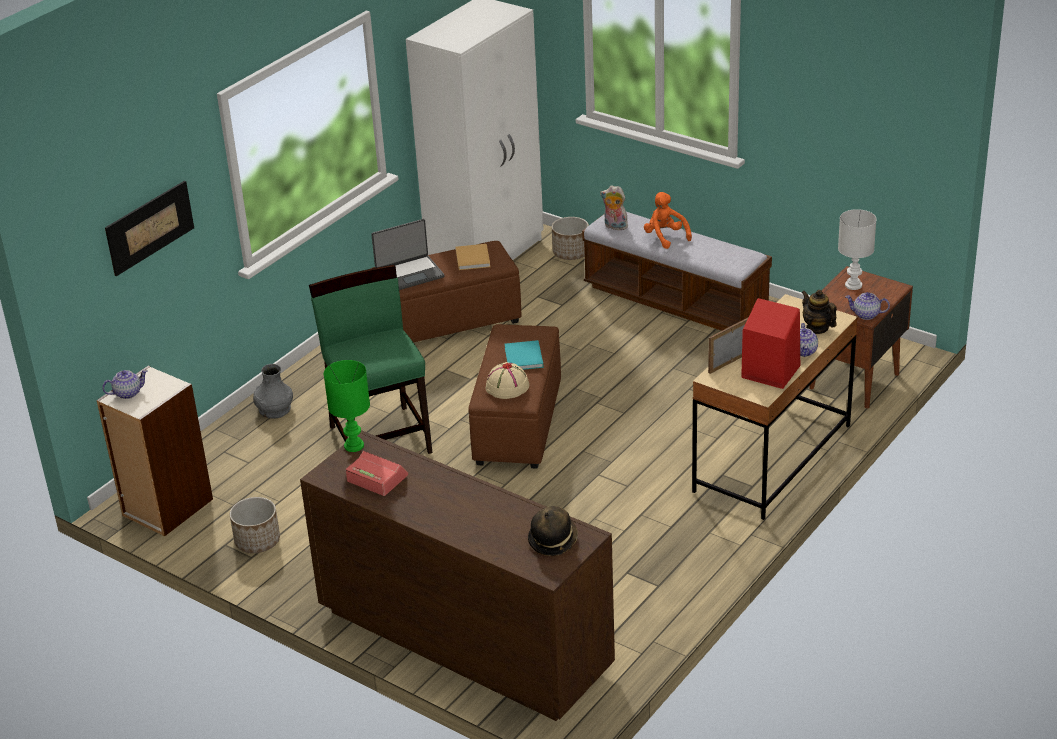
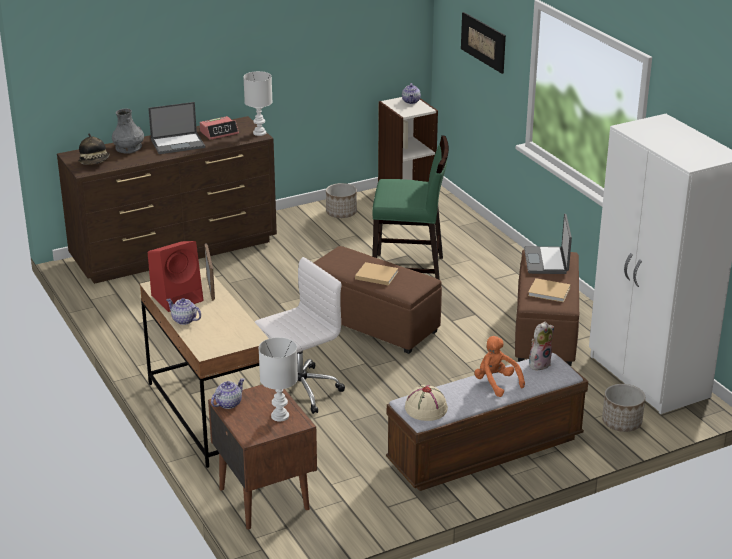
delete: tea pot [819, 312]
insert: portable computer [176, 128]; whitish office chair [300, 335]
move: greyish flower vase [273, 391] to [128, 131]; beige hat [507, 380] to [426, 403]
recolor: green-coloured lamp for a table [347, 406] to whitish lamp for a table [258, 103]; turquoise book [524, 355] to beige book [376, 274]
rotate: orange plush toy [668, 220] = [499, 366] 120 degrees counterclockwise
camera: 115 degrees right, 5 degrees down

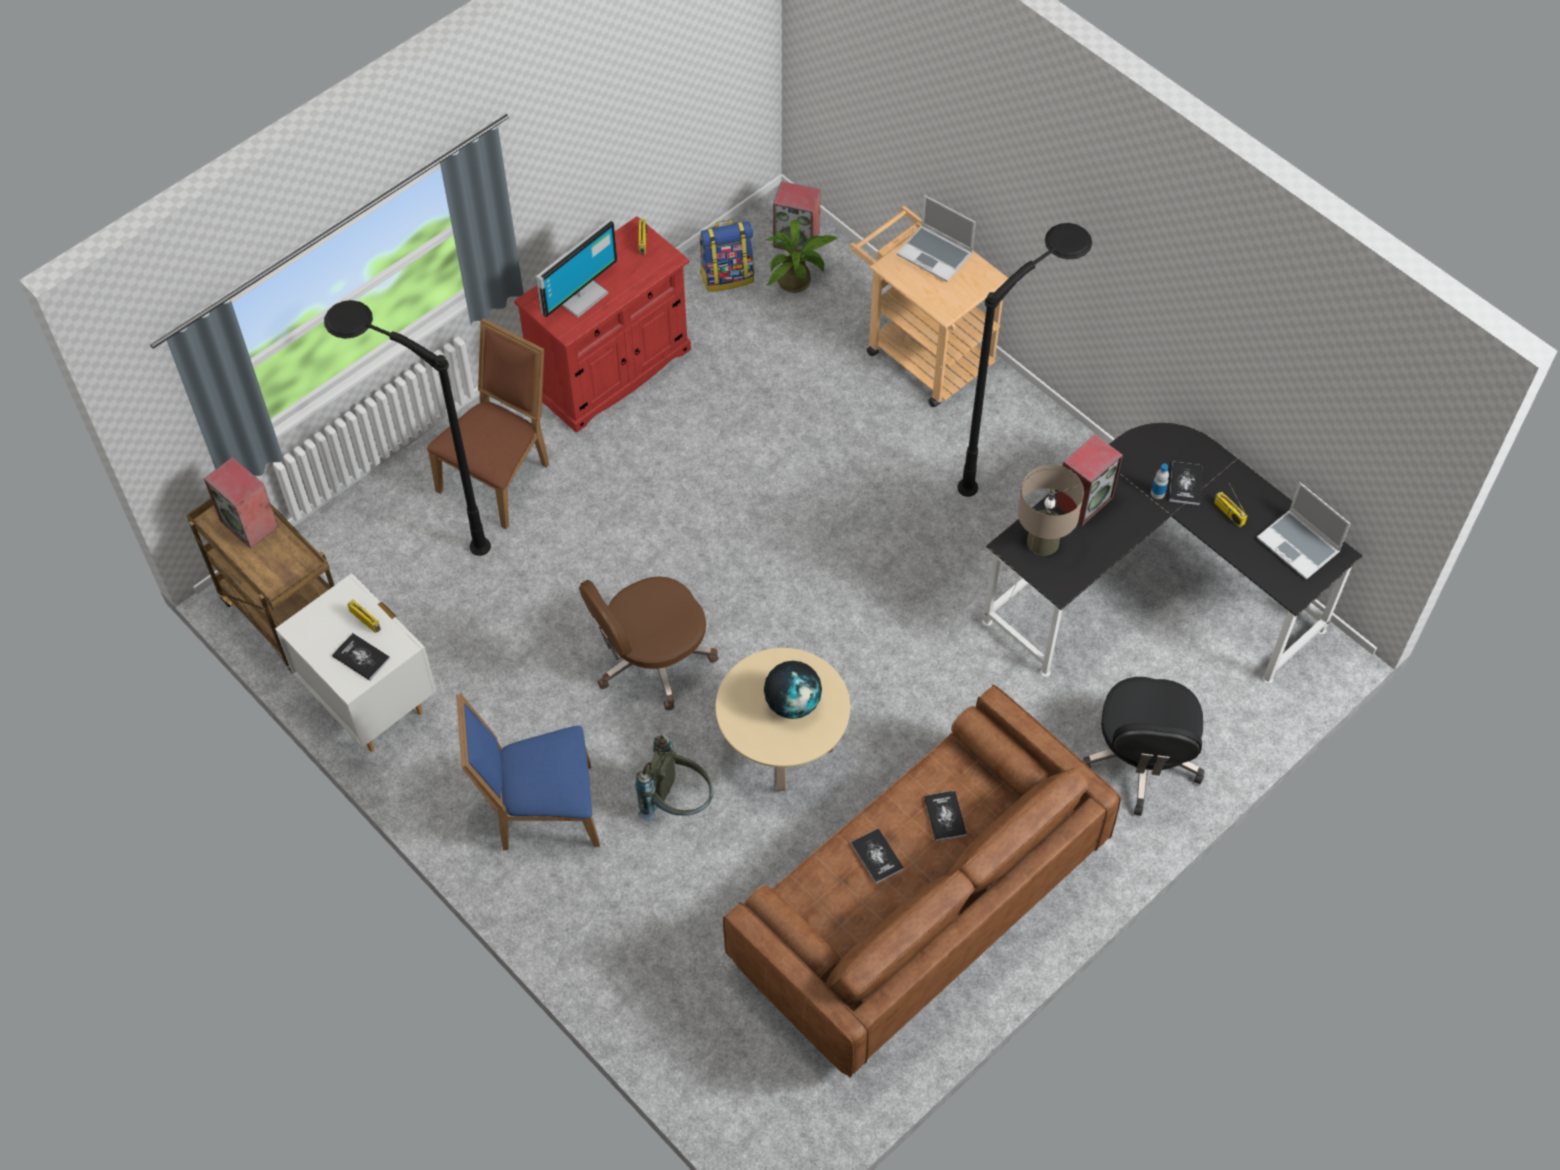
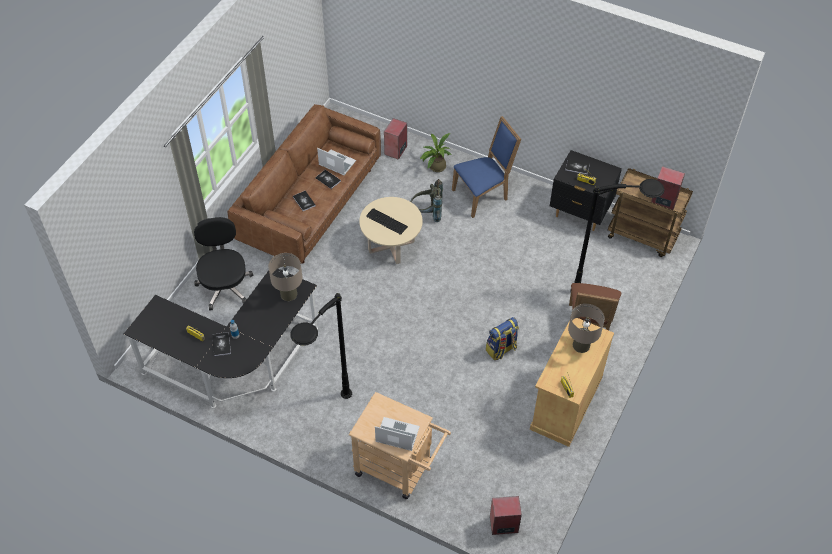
delete: brown-coloured office chair [648, 643]
move: knapsack [726, 256] to [502, 338]; potted plant [802, 256] to [436, 152]; audio speaker [1089, 480] to [395, 139]; portable computer [1304, 531] to [336, 161]
replace: computer display [577, 268] to beige lamp for a table [586, 328]; globe [793, 690] to PC keyboard [387, 221]
recolor: whitish nightstand [356, 662] to black nightstand [586, 190]; reddish cupboard [602, 324] to beige cupboard [572, 382]
camera: 160 degrees right, 5 degrees down

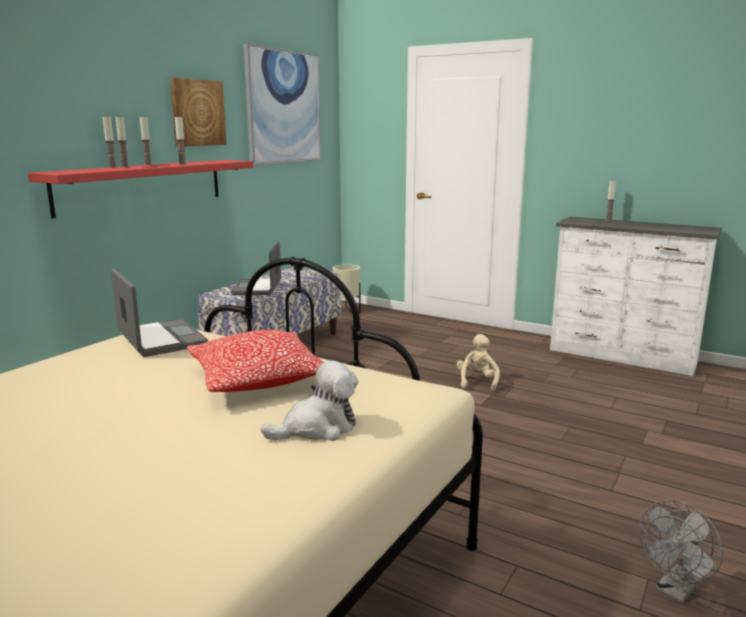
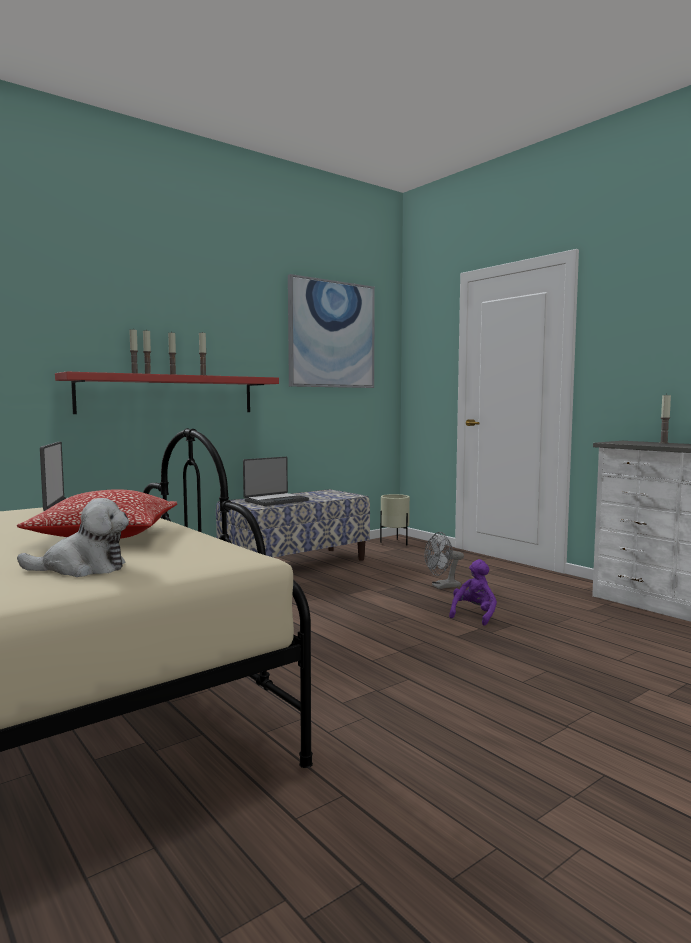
delete: picture [198, 112]
move: greyish cooling fan [681, 551] to [444, 560]
recolor: beige plush toy [478, 362] to purple plush toy [473, 592]
rotate: portable computer [256, 268] = [276, 481] 150 degrees counterclockwise
camera: 20 degrees right, 10 degrees down

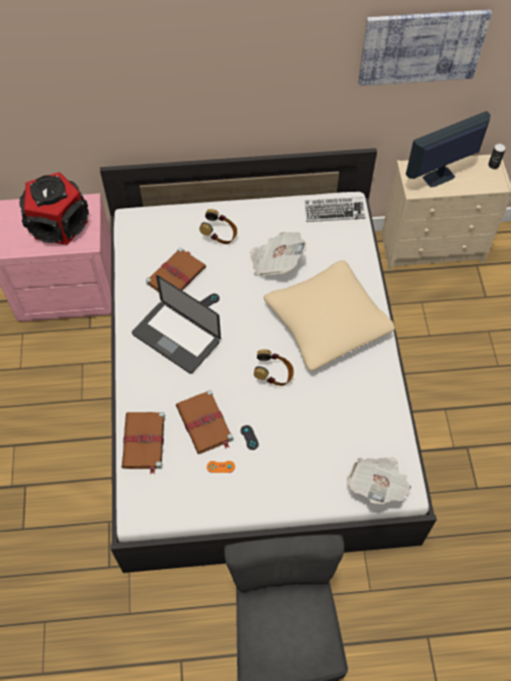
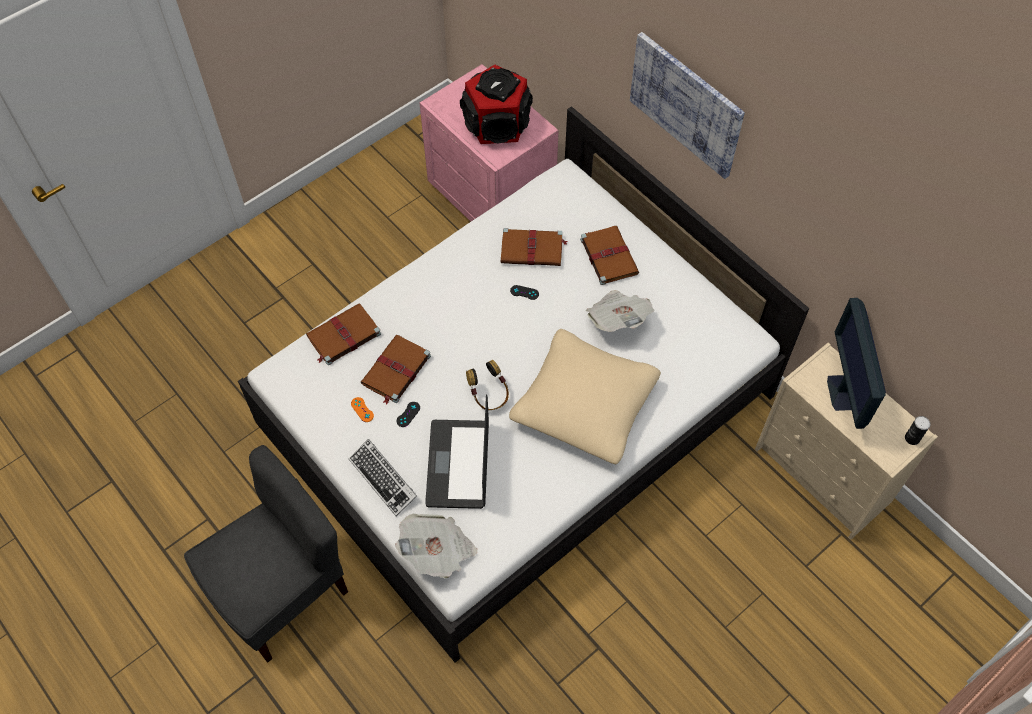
move: portable computer [176, 324] to [457, 451]; PC keyboard [335, 209] to [382, 477]; picture [425, 48] to [687, 105]
replace: headphones [218, 226] to brown-coloured book [609, 255]
rotate: computer display [448, 149] = [856, 363] 120 degrees counterclockwise
camera: 55 degrees right, 0 degrees up

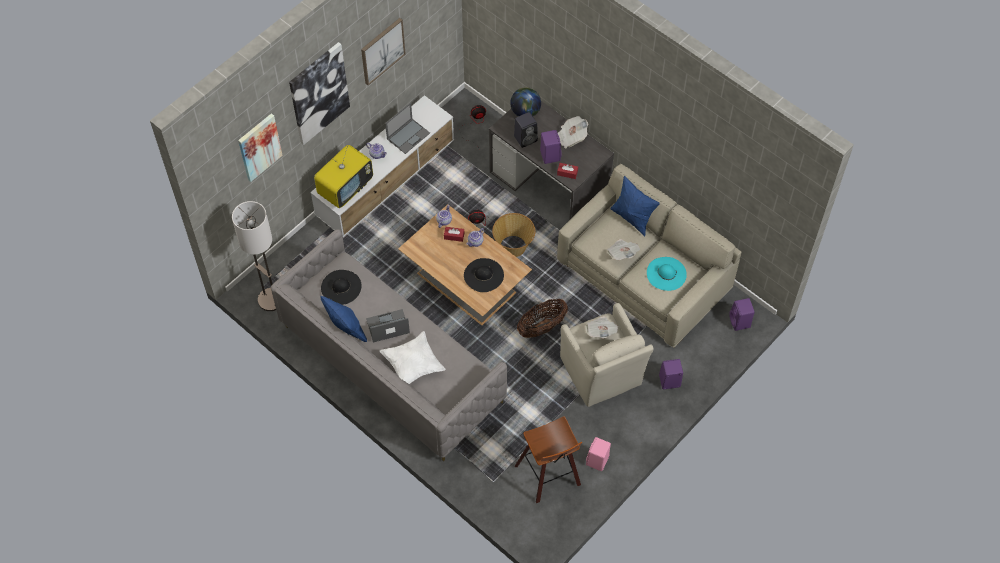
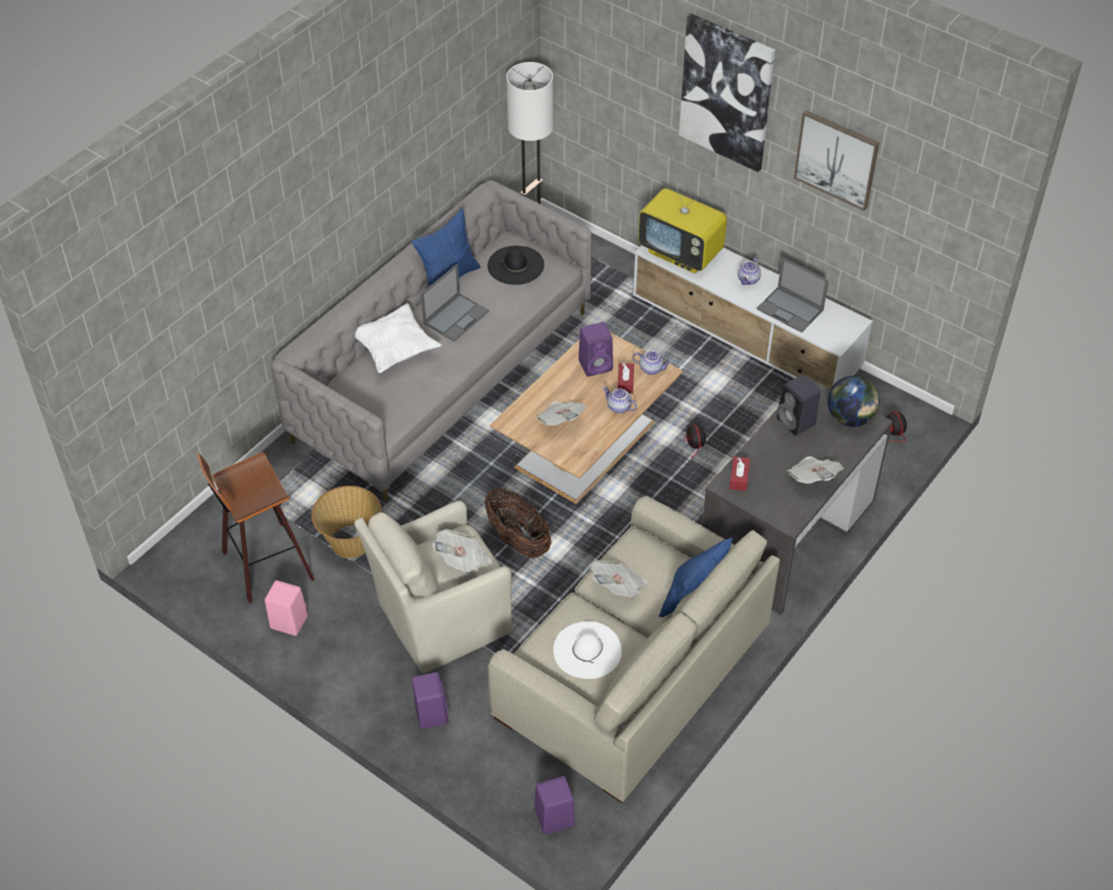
delete: picture [260, 147]
move: basket [513, 235] to [347, 522]; purple audio speaker [551, 147] to [596, 349]
replace: black hat [484, 275] to printed paper [561, 413]
recolor: turquoise hat [667, 274] to whitish hat [587, 650]
rotate: portable computer [388, 325] = [455, 303] 60 degrees clockwise
camera: 85 degrees right, 10 degrees down

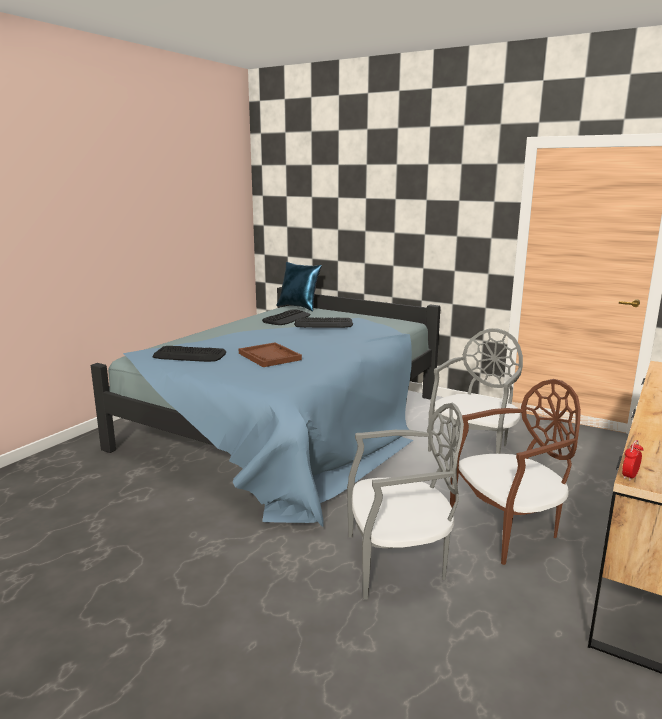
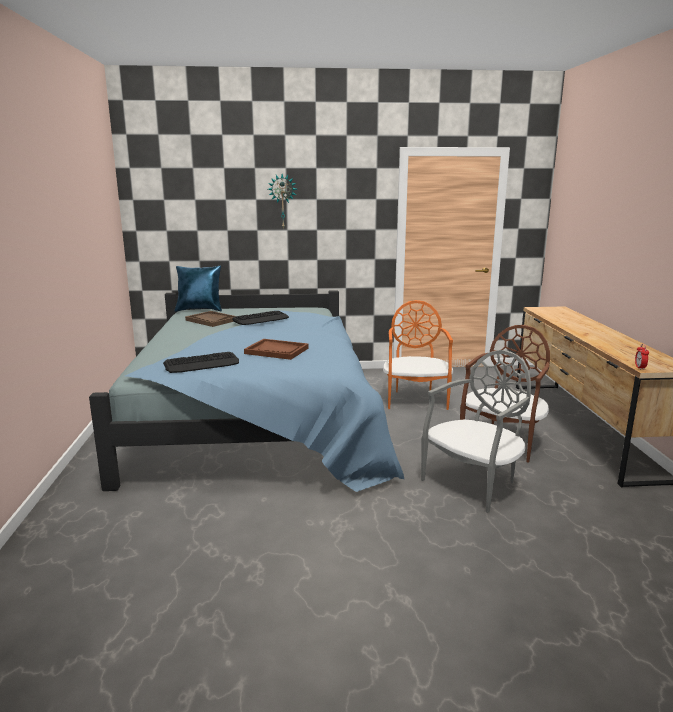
insert: wall clock [282, 201]
replace: PC keyboard [286, 317] to brown-coloured carrying tray [210, 319]
recolor: greyish upright chair [475, 391] to orange upright chair [418, 355]
camera: 35 degrees left, 0 degrees up

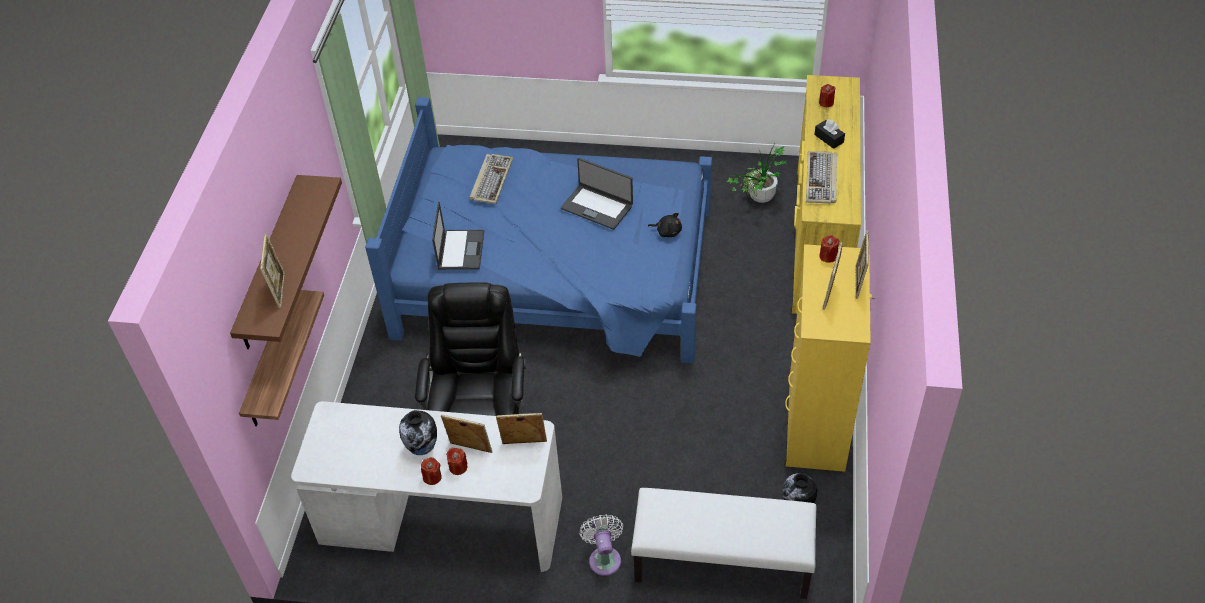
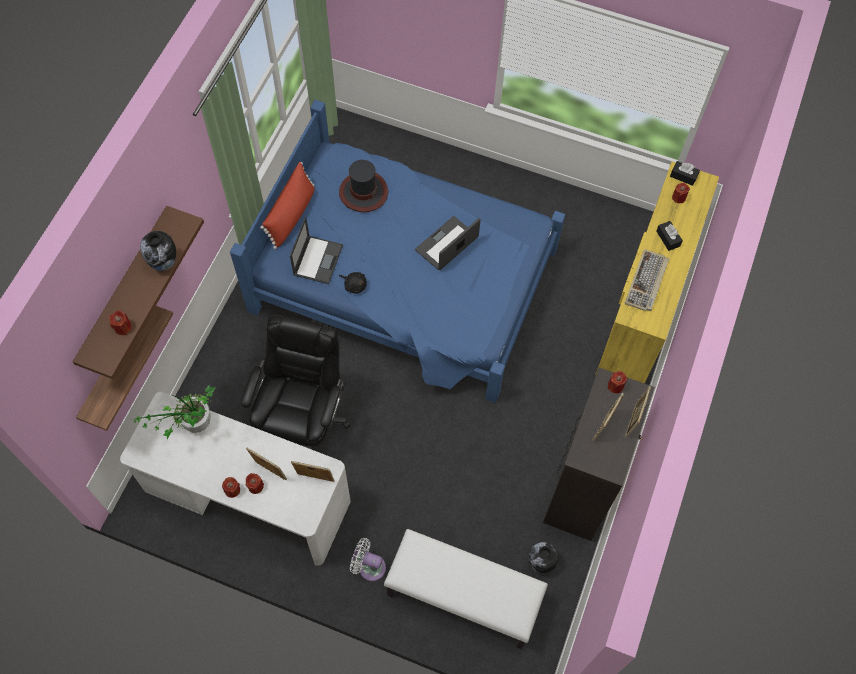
insert: reddish pillow [287, 205]; black tissue holder [685, 173]
move: flower vase [418, 432] to [158, 251]; black plush toy [665, 225] to [353, 283]; potted plant [756, 172] to [173, 412]
replace: photo frame [272, 271] to reddish candle [120, 322]; PC keyboard [491, 179] to hat [363, 186]
recolor: yellow dresser [829, 358] to black dresser [599, 454]
rotate: portable computer [597, 194] = [448, 243] 90 degrees clockwise; whitish cooling fan [601, 545] = [368, 559] 75 degrees counterclockwise
camera: 10 degrees right, 15 degrees up

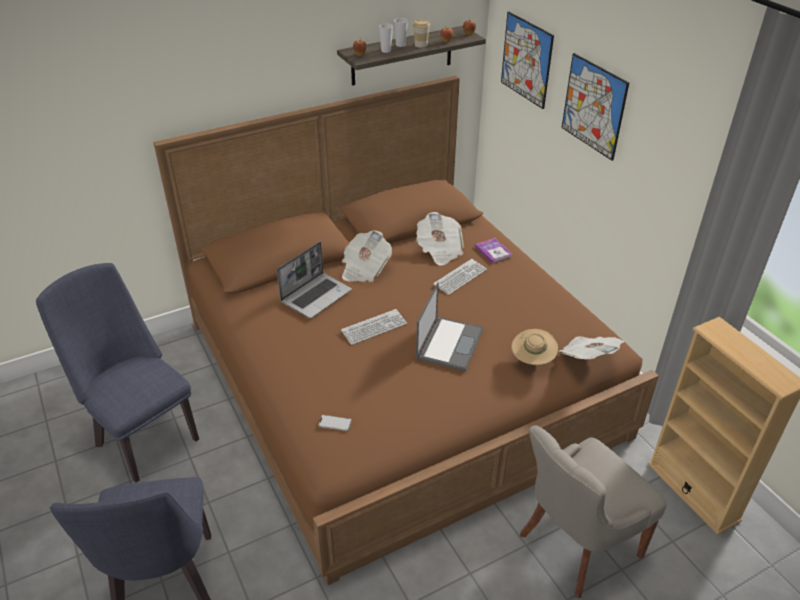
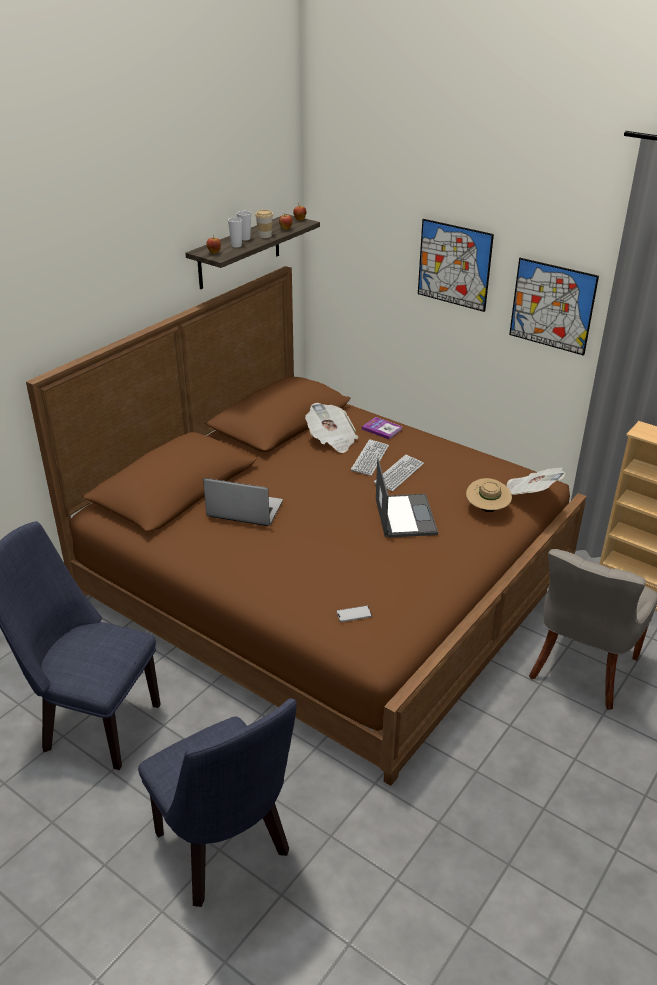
delete: printed paper [367, 256]
move: PC keyboard [374, 327] to [399, 473]; picture [527, 60] to [554, 307]
rotate: portable computer [314, 280] = [243, 502] 90 degrees counterclockwise
camera: 25 degrees left, 5 degrees down

